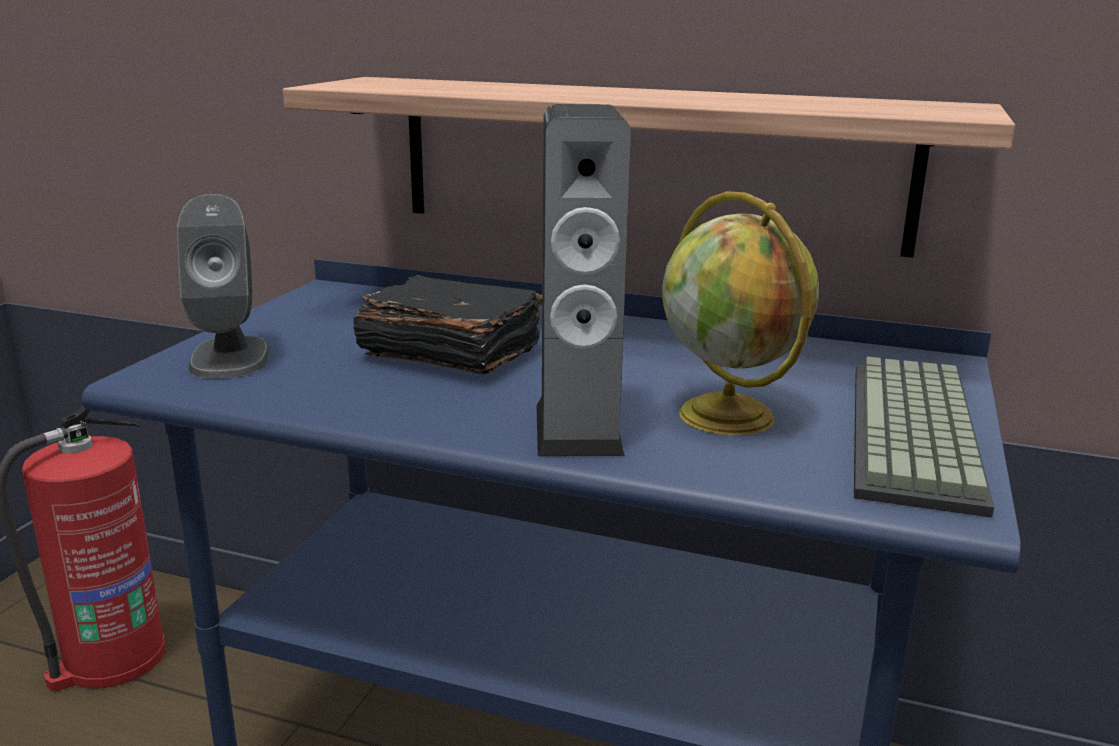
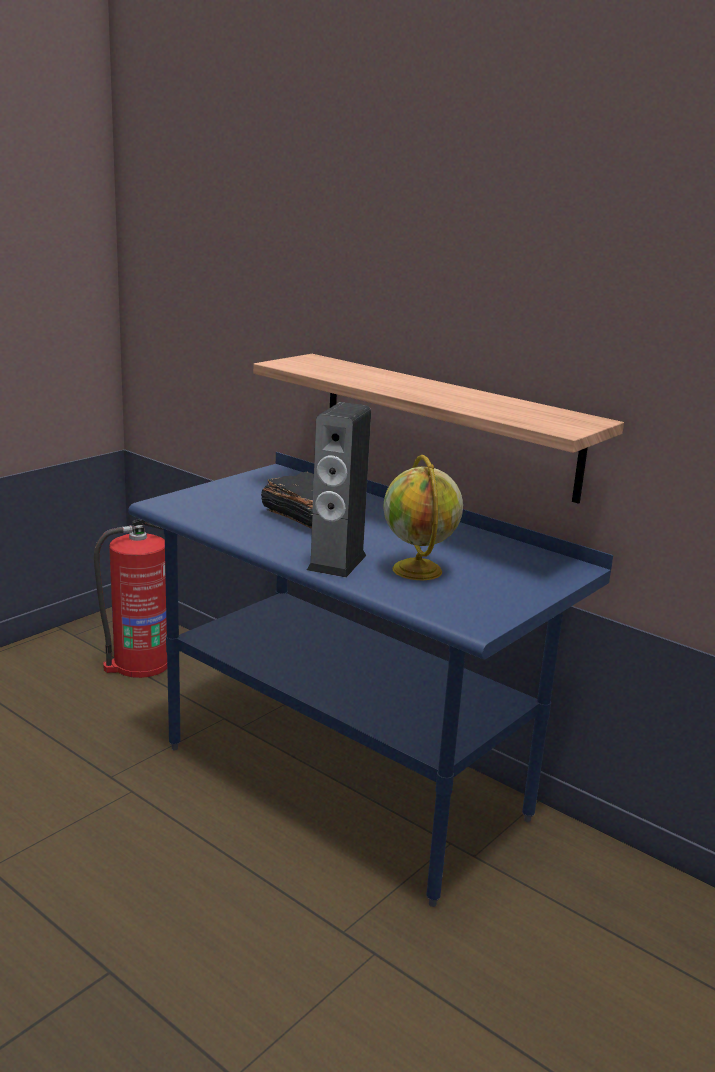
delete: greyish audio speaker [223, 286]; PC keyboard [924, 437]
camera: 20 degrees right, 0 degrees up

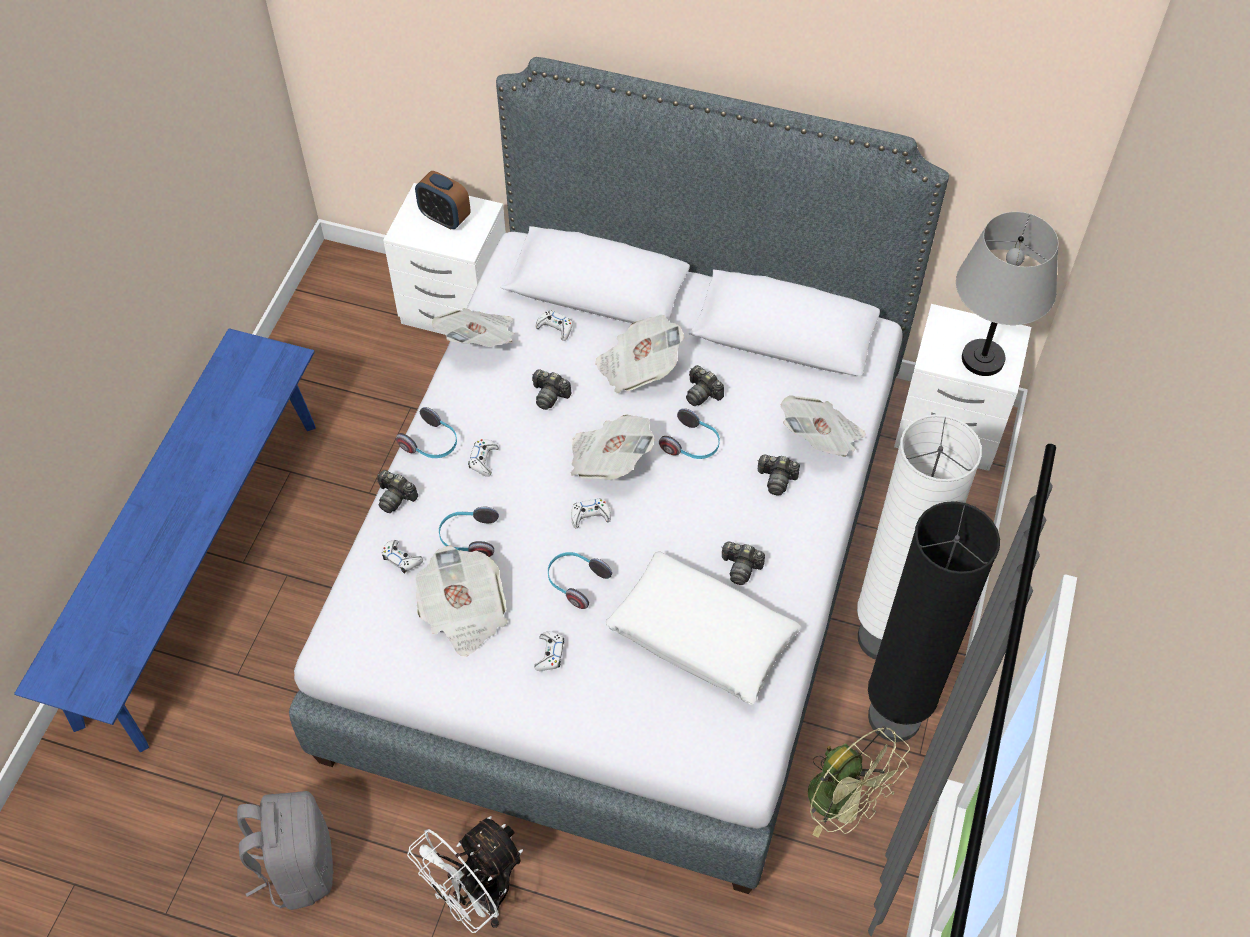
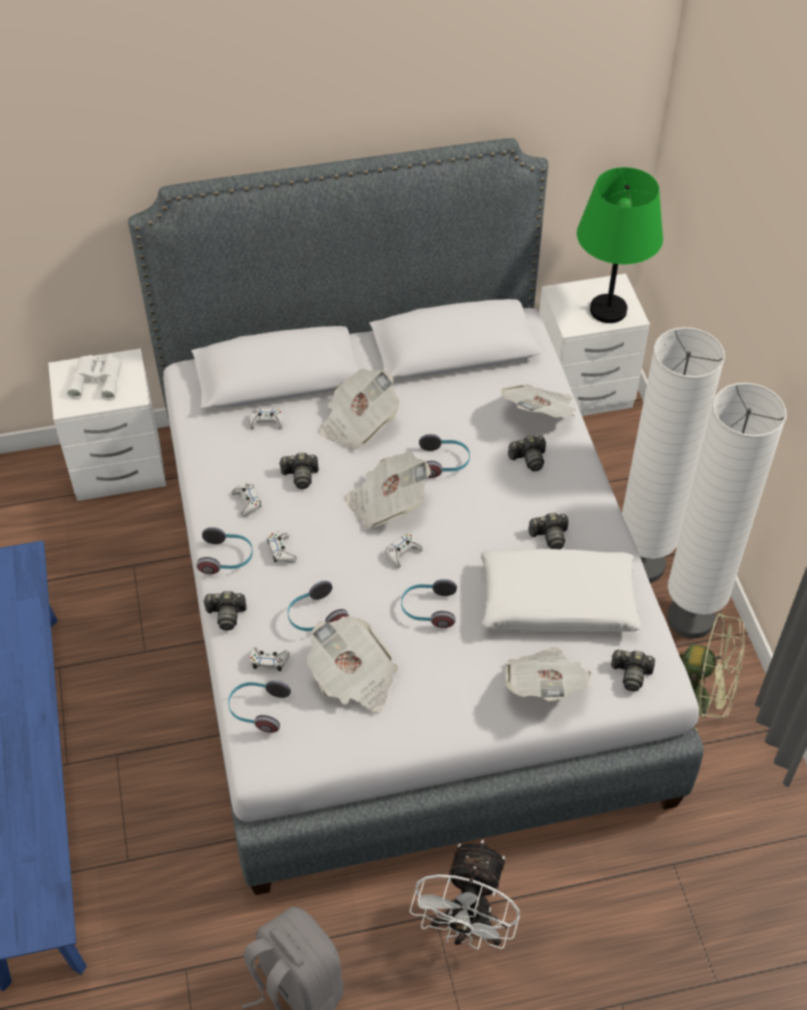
insert: headphones [259, 706]
move: printed paper [473, 327] to [548, 674]; whitish gamepad [549, 651] to [246, 500]; photo camera [705, 385] to [633, 670]
replace: table clock [443, 200] to whitish pair of binoculars [94, 377]
recolor: black floor lamp [934, 621] to whitish floor lamp [727, 510]; greyish lamp for a table [1007, 294] to green-coloured lamp for a table [620, 245]
camera: 30 degrees left, 5 degrees down

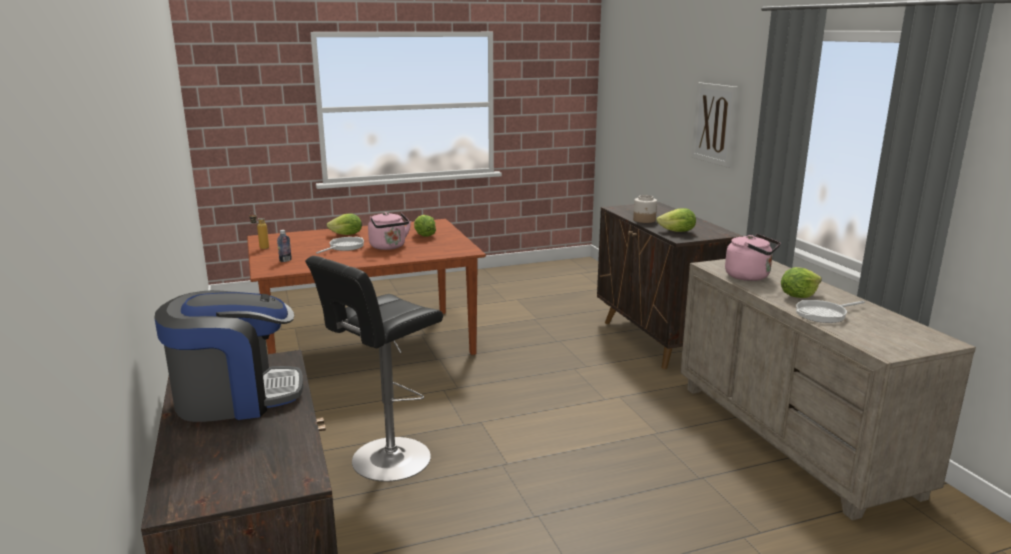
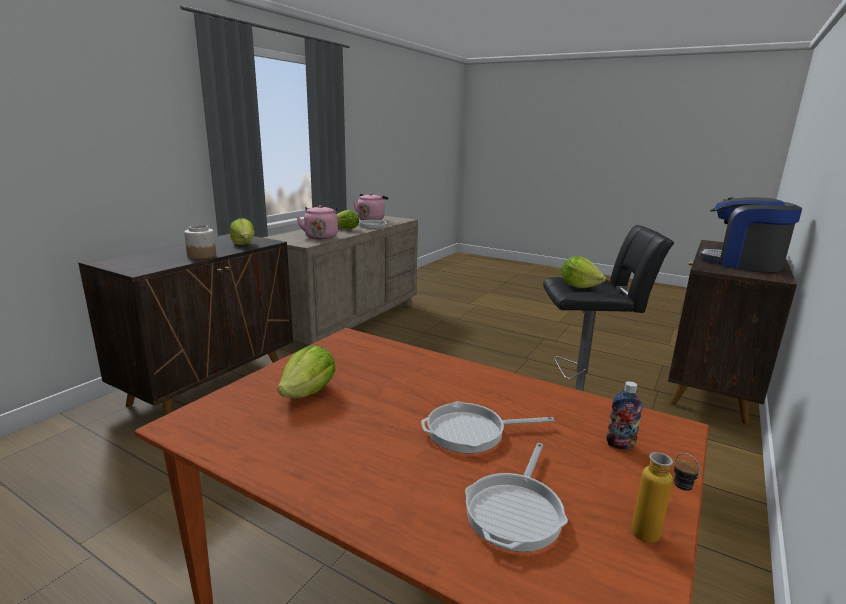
delete: picture [715, 125]
insert: frying pan [516, 497]
move: lettuce head [344, 224] to [583, 272]; pinkish kettle [389, 231] to [370, 206]
camera: 130 degrees left, 0 degrees up

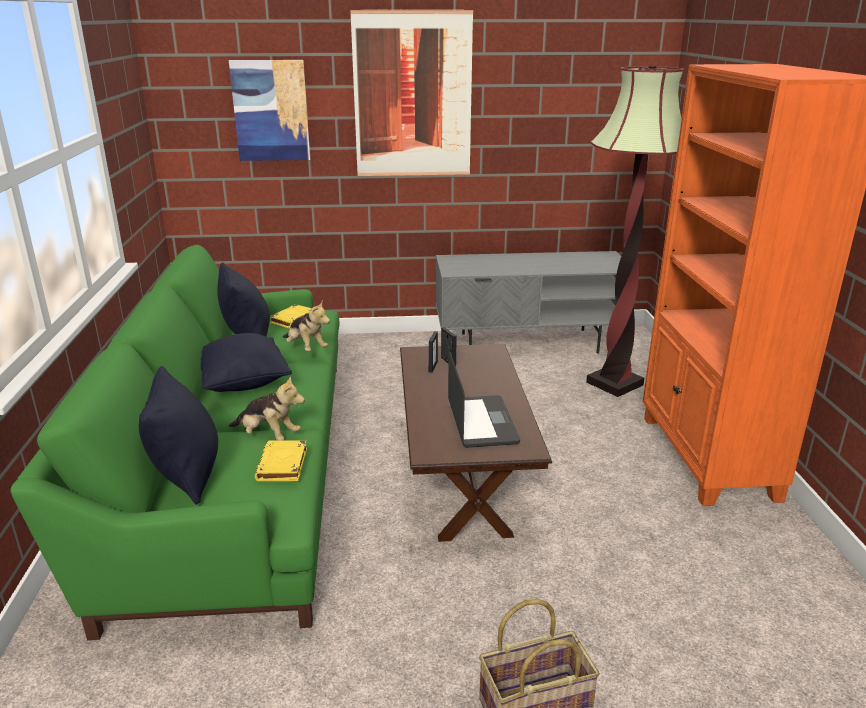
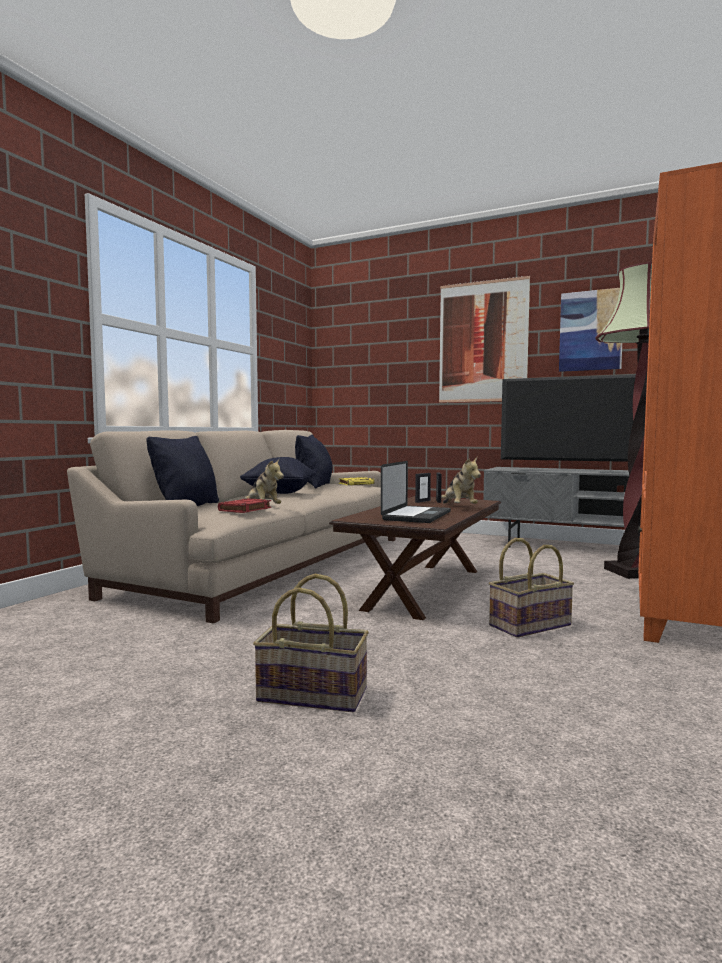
insert: basket [531, 588]; television [568, 423]
move: picture [269, 110] to [590, 330]; plush toy [306, 325] to [461, 480]
recolor: green-coloured couch [175, 442] to beige couch [231, 526]; yellow book [281, 460] to reddish book [244, 505]
camera: 30 degrees right, 20 degrees down

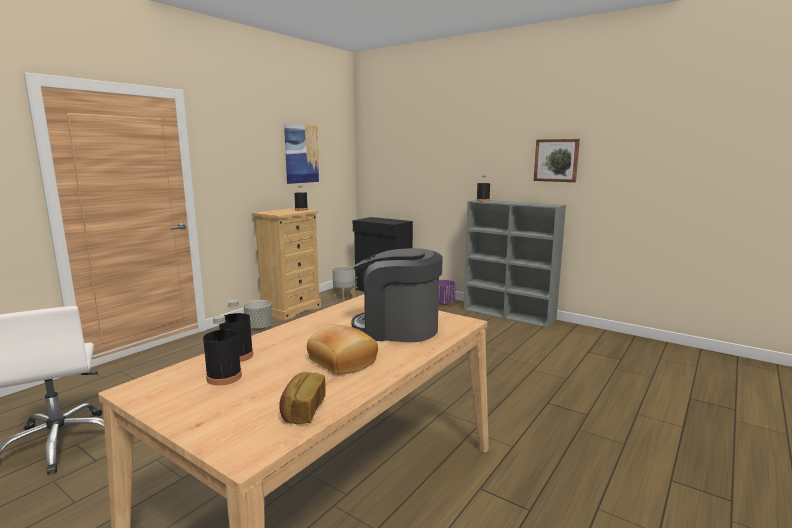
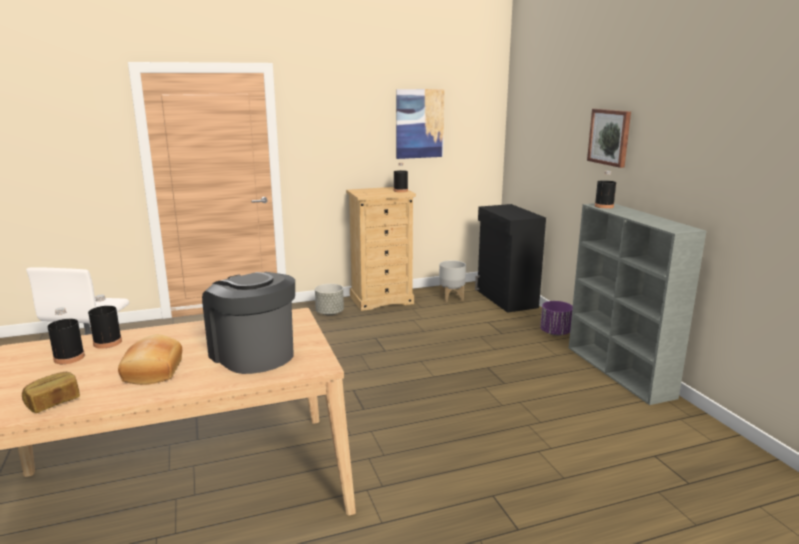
move: picture [557, 160] to [609, 138]
camera: 35 degrees right, 5 degrees up

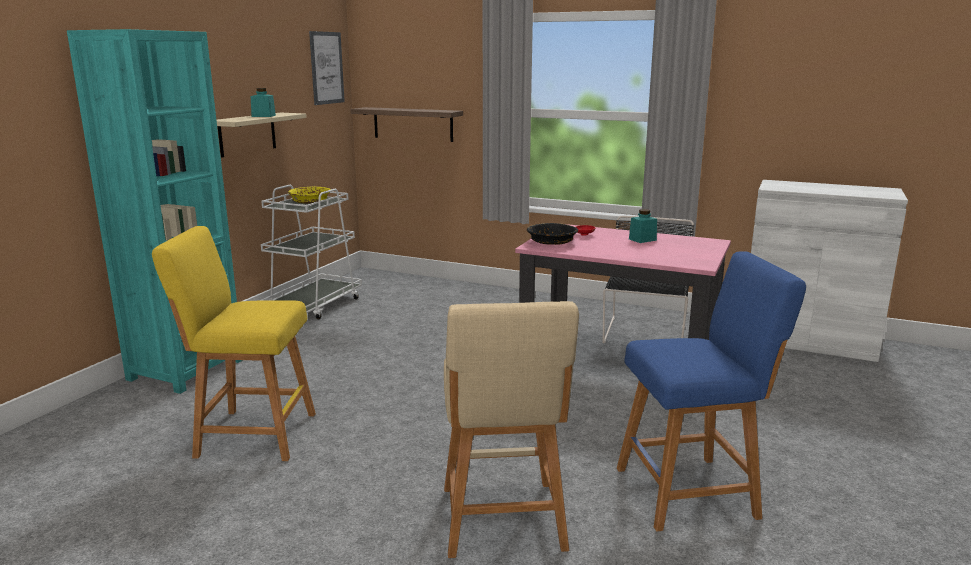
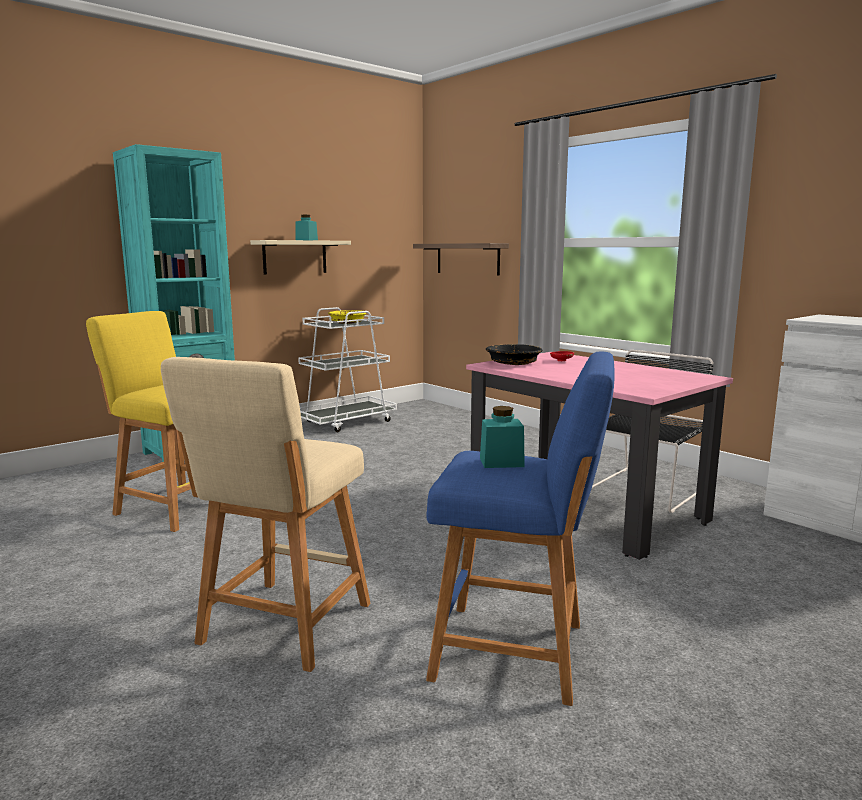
delete: picture [327, 68]
move: turquoise jar [643, 226] to [502, 437]
camera: 25 degrees right, 5 degrees down

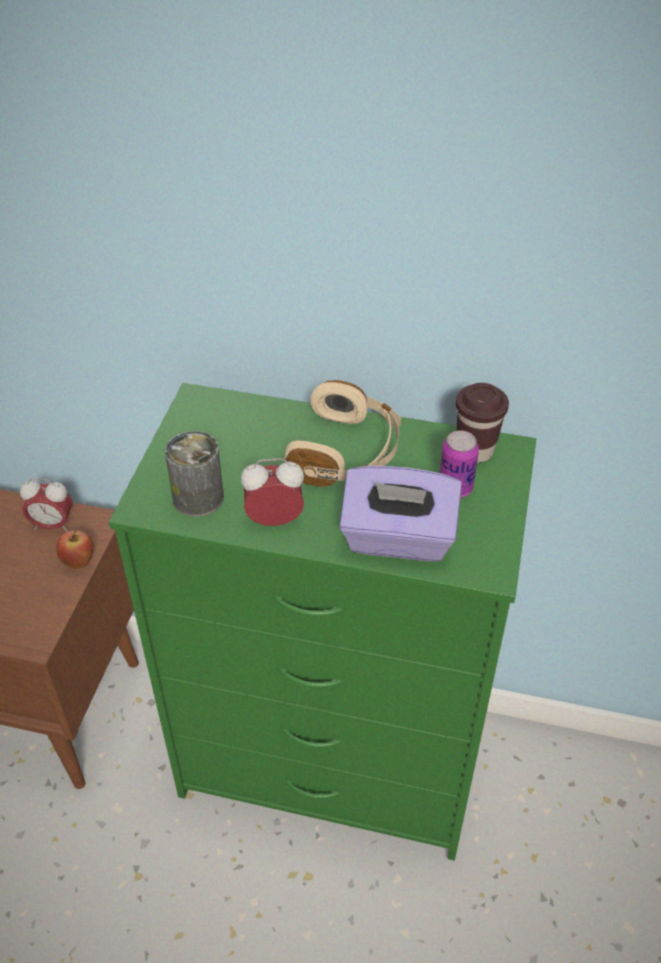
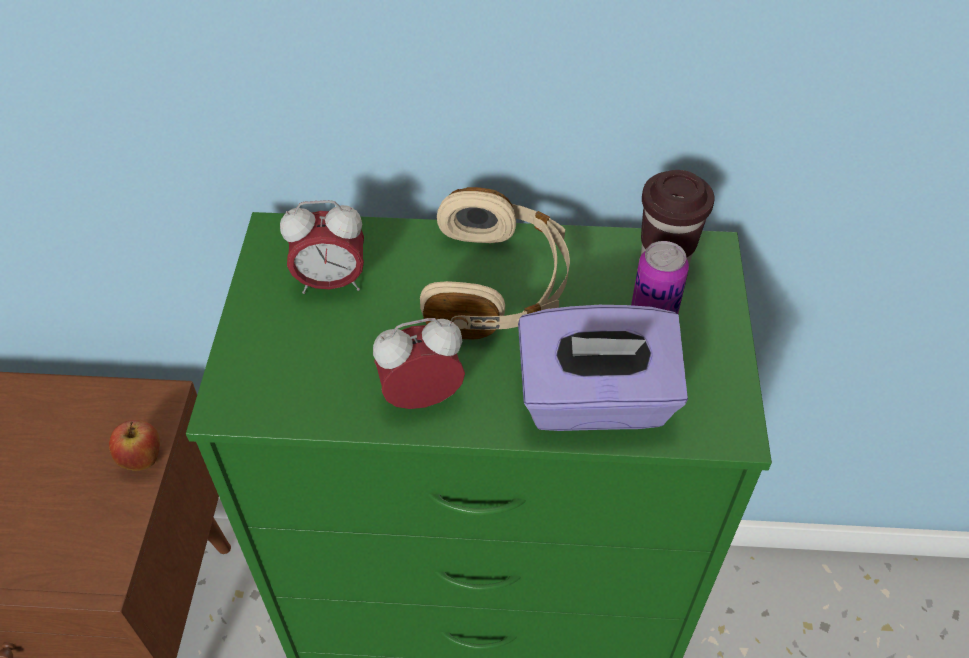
delete: can [194, 474]
move: table clock [46, 505] to [322, 247]
camera: 10 degrees left, 5 degrees up

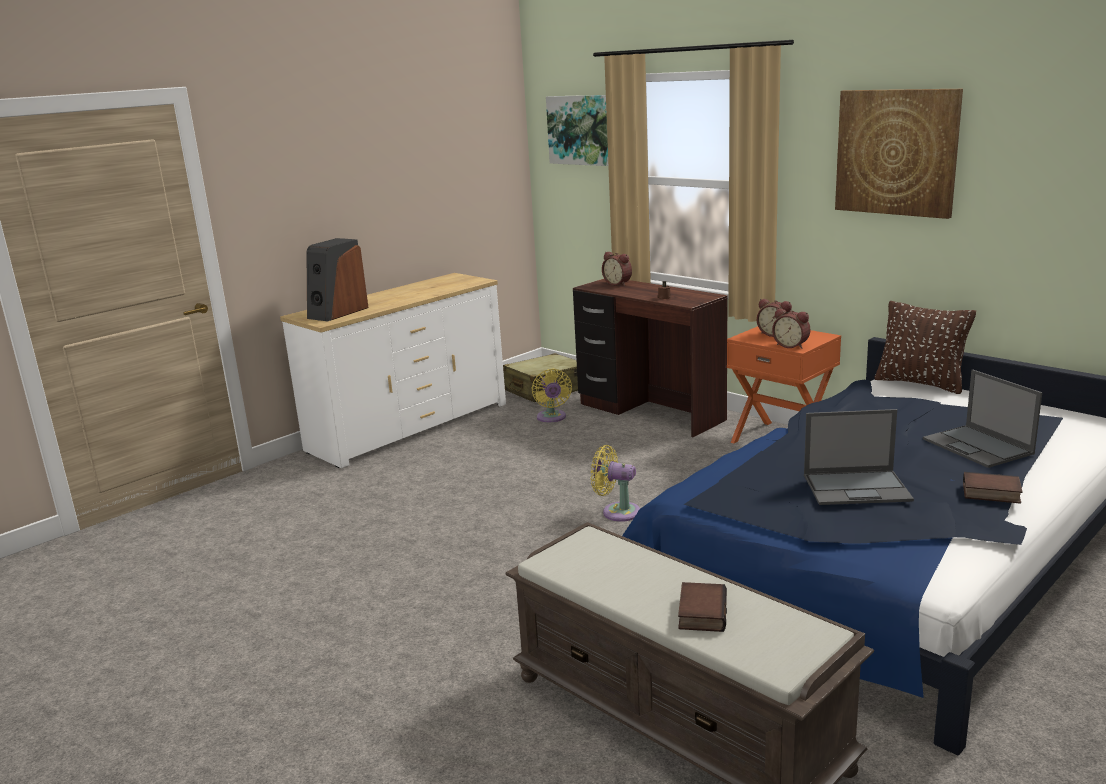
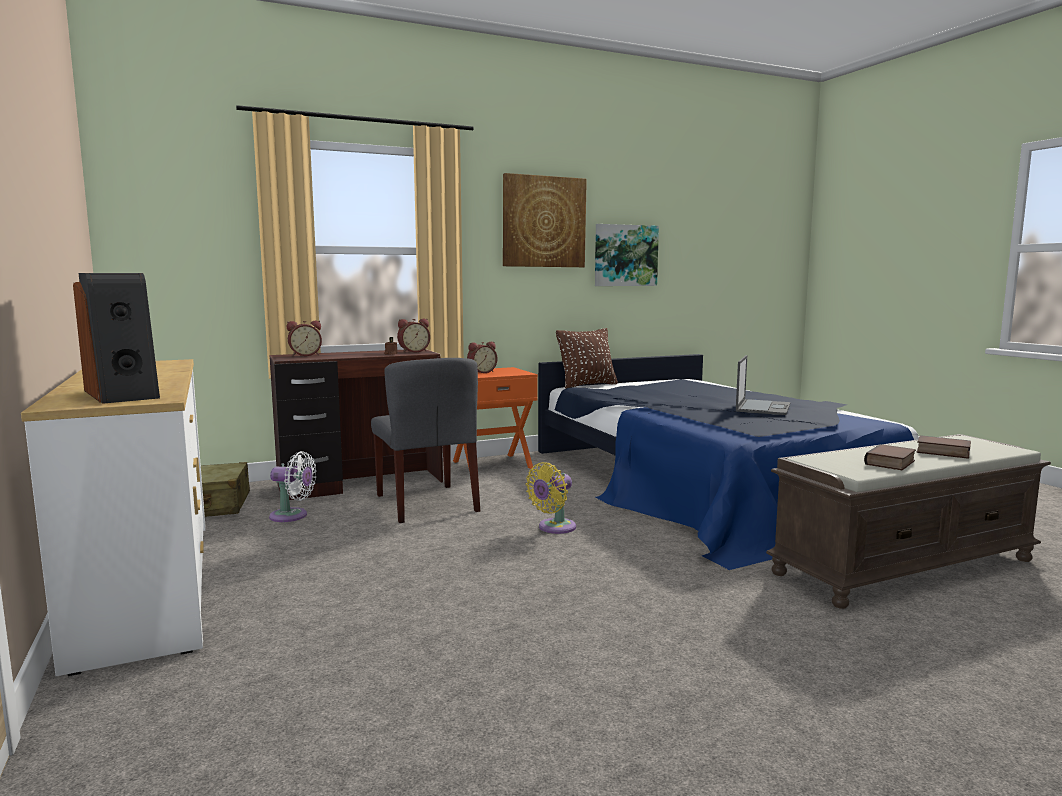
delete: portable computer [982, 419]
insert: greyish upright chair [425, 440]
move: picture [577, 130] to [627, 255]; table clock [791, 329] to [413, 336]; book [993, 488] to [890, 457]
recolor: yellow cooling fan [552, 395] to whitish cooling fan [293, 486]
camera: 70 degrees left, 10 degrees down

